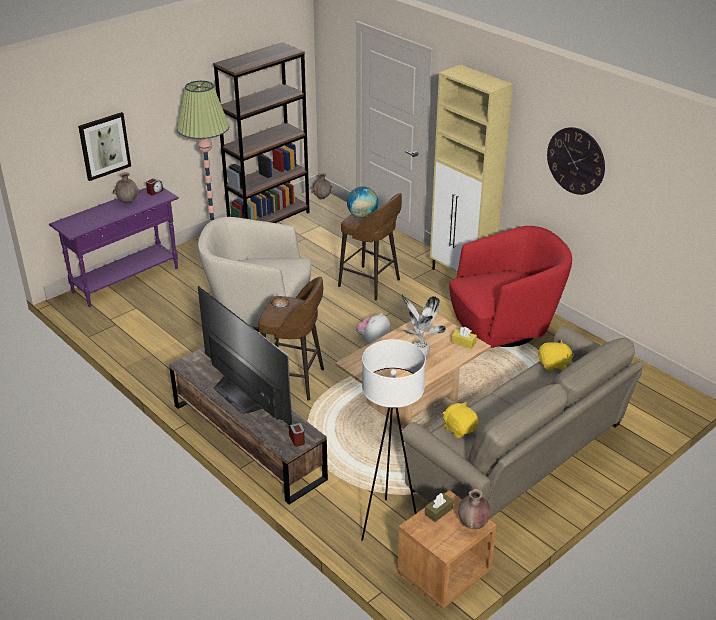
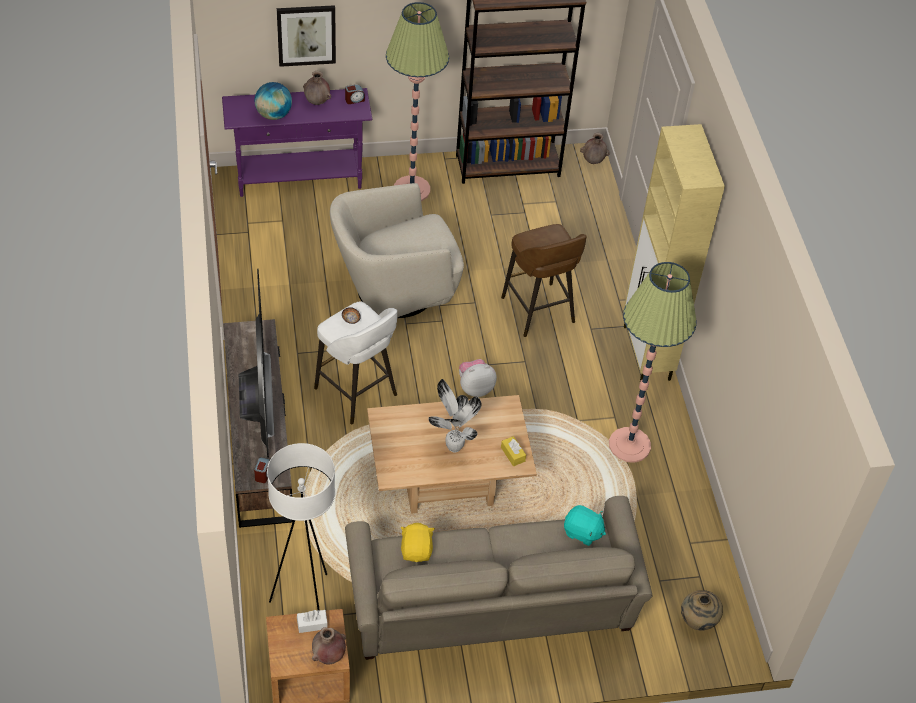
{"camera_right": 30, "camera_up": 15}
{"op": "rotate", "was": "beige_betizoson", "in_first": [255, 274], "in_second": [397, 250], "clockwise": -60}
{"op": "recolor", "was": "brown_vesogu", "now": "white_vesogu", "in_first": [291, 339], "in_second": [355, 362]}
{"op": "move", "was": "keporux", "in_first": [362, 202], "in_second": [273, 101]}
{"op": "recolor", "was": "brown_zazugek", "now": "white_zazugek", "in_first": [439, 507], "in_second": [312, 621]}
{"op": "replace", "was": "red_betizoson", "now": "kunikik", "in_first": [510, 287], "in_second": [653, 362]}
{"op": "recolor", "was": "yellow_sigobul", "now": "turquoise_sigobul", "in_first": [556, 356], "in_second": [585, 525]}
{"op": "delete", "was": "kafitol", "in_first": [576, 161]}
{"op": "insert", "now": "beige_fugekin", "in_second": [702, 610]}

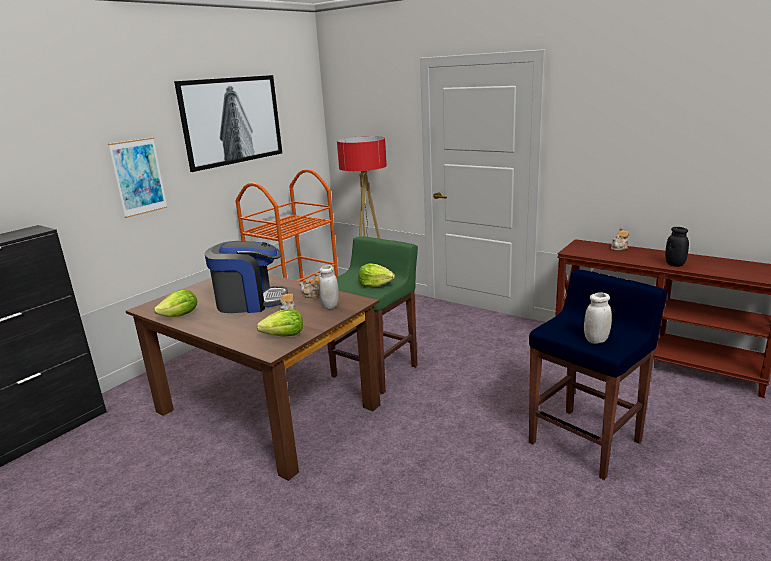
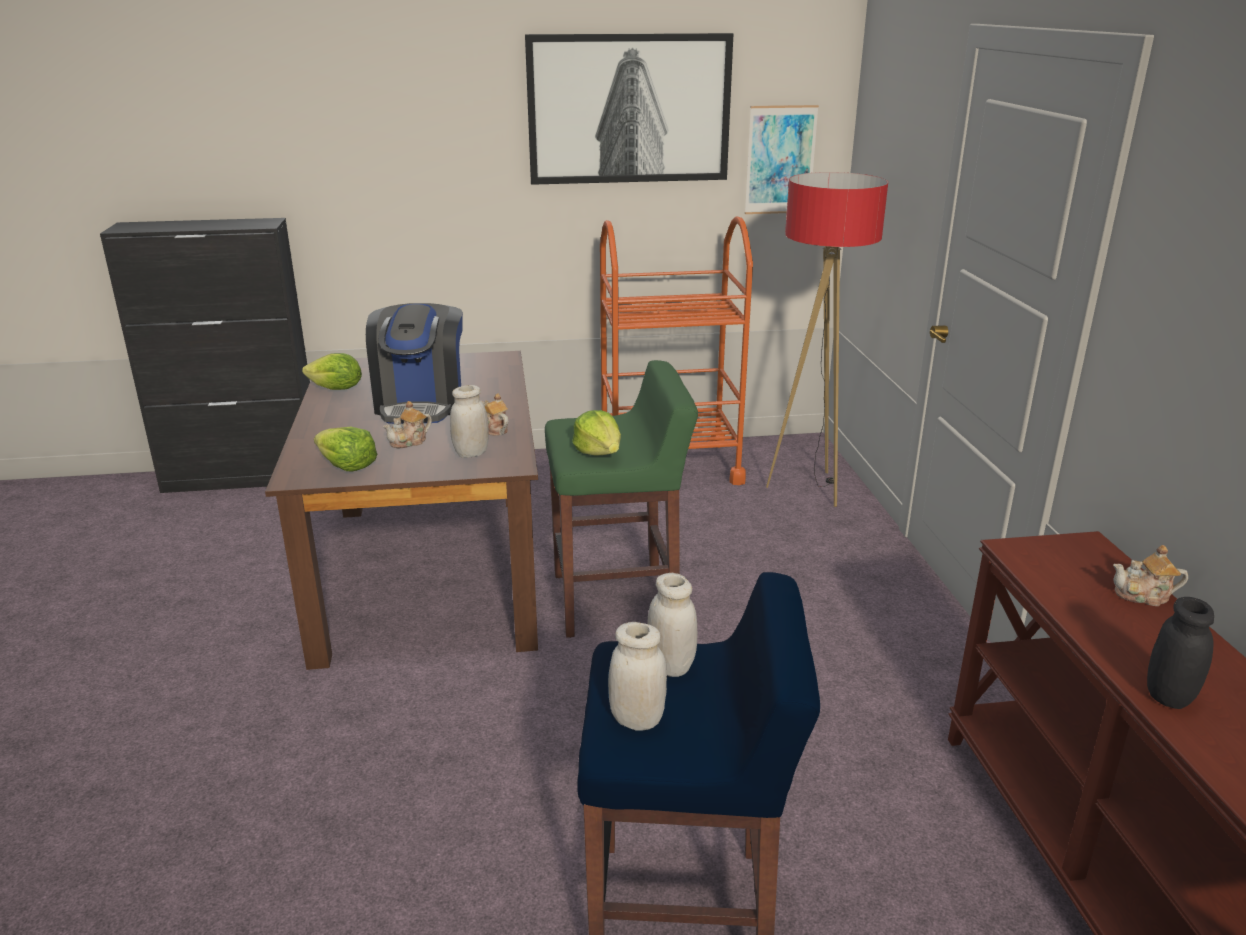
{"camera_right": 45, "camera_up": 5}
{"op": "move", "was": "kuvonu", "in_first": [138, 177], "in_second": [782, 159]}
{"op": "rotate", "was": "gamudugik", "in_first": [246, 277], "in_second": [414, 363], "clockwise": 45}
{"op": "insert", "now": "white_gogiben", "in_second": [672, 625]}

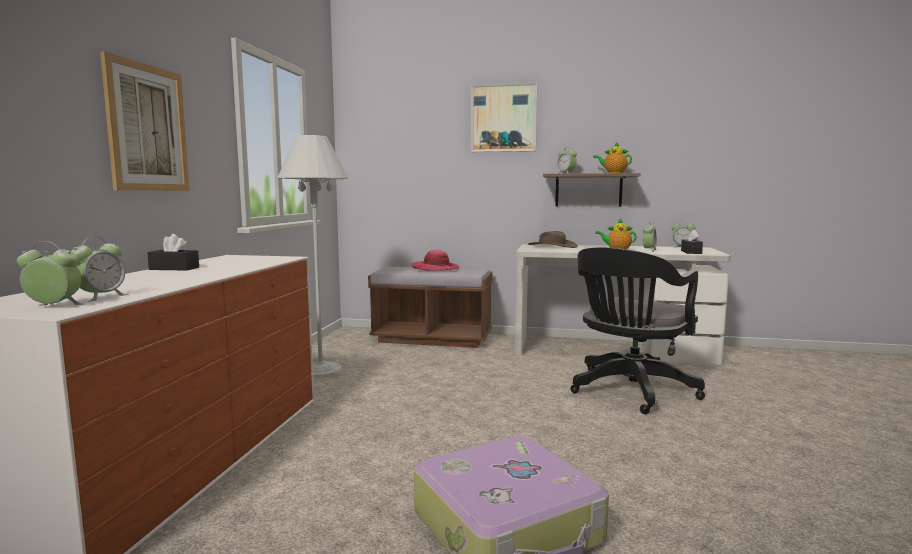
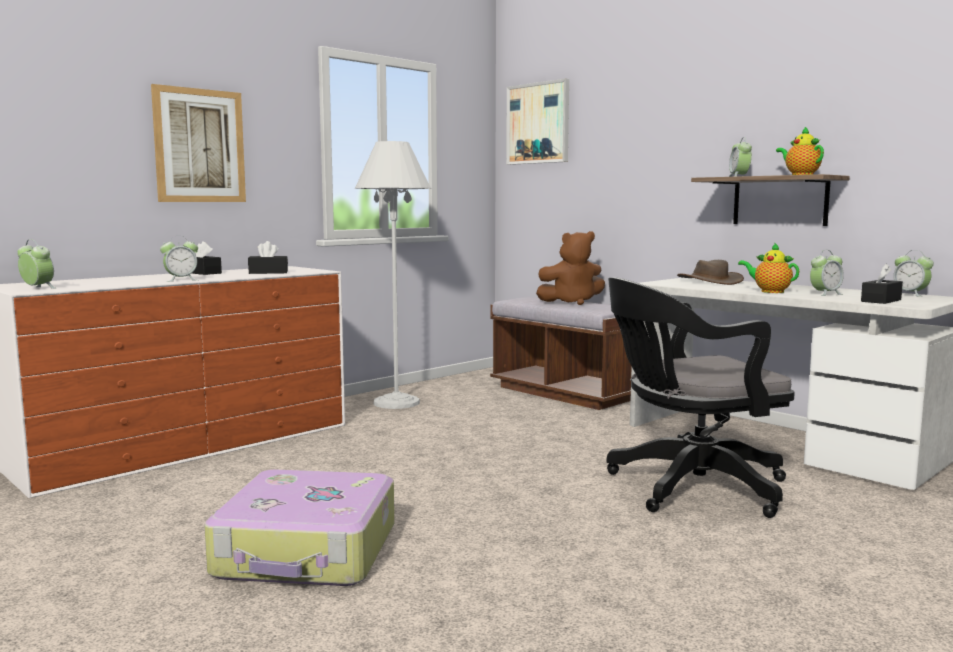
{"camera_right": 35, "camera_up": 0}
{"op": "move", "was": "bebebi", "in_first": [99, 269], "in_second": [179, 259]}
{"op": "replace", "was": "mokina", "now": "brown_sigobul", "in_first": [435, 260], "in_second": [570, 268]}
{"op": "move", "was": "kuvonu", "in_first": [504, 117], "in_second": [537, 121]}
{"op": "insert", "now": "black_zazugek", "in_second": [268, 257]}

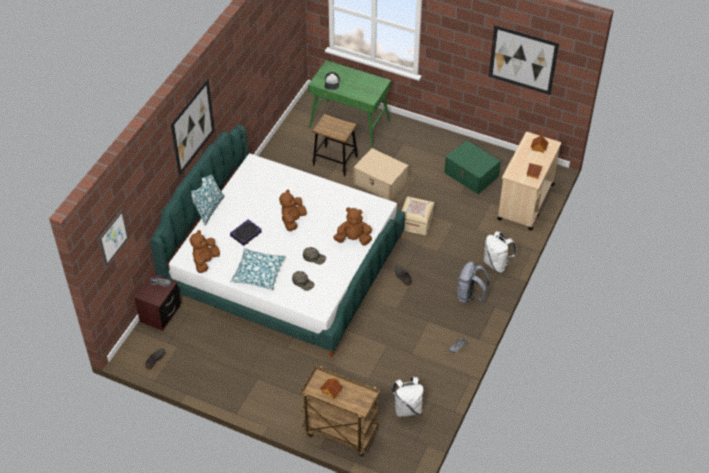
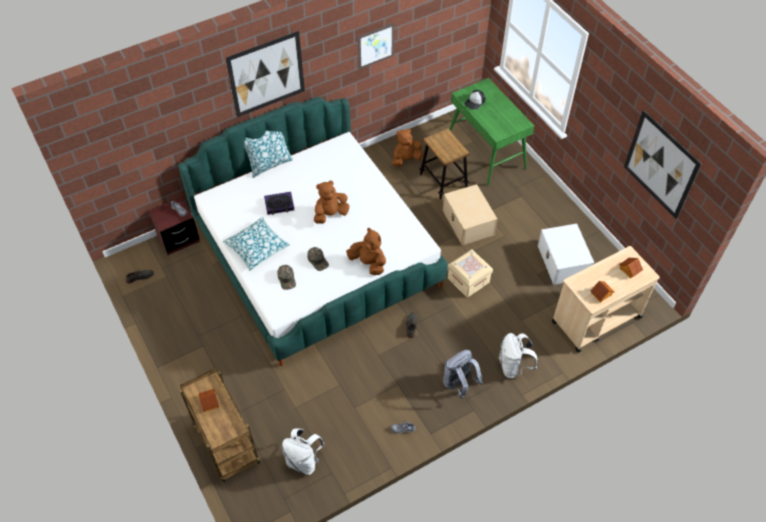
{"camera_right": 35, "camera_up": 5}
{"op": "move", "was": "kuvonu", "in_first": [114, 237], "in_second": [376, 46]}
{"op": "move", "was": "brown_sigobul", "in_first": [204, 251], "in_second": [407, 147]}
{"op": "recolor", "was": "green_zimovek", "now": "white_zimovek", "in_first": [472, 167], "in_second": [566, 254]}

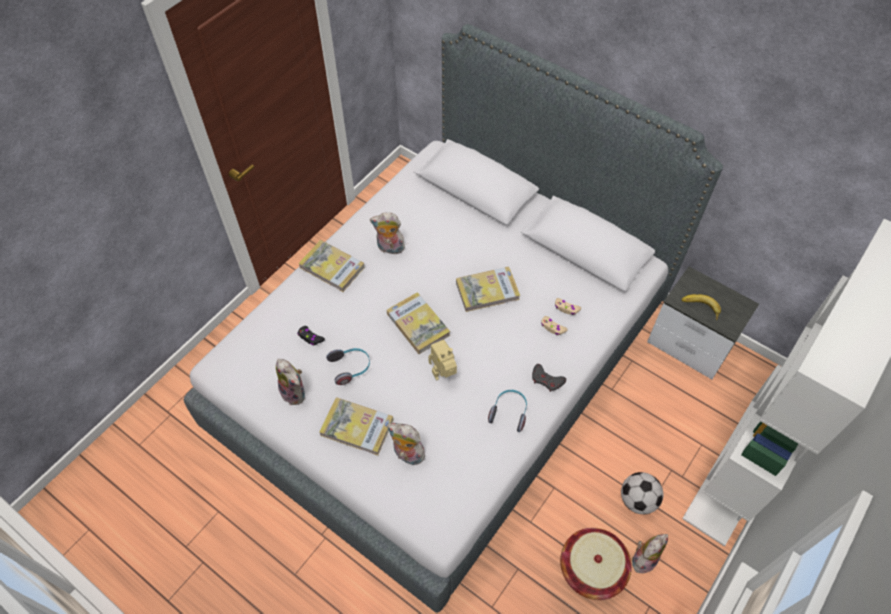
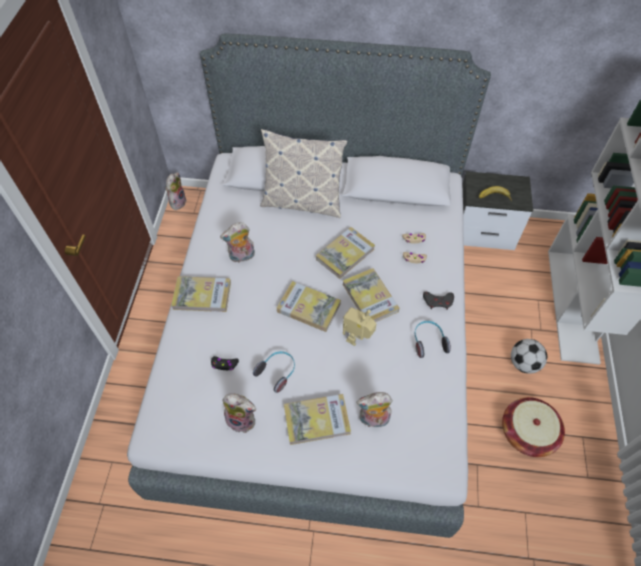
{"camera_right": -30, "camera_up": 0}
{"op": "move", "was": "sigobul", "in_first": [650, 554], "in_second": [176, 191]}
{"op": "insert", "now": "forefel", "in_second": [304, 173]}
{"op": "insert", "now": "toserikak", "in_second": [370, 295]}

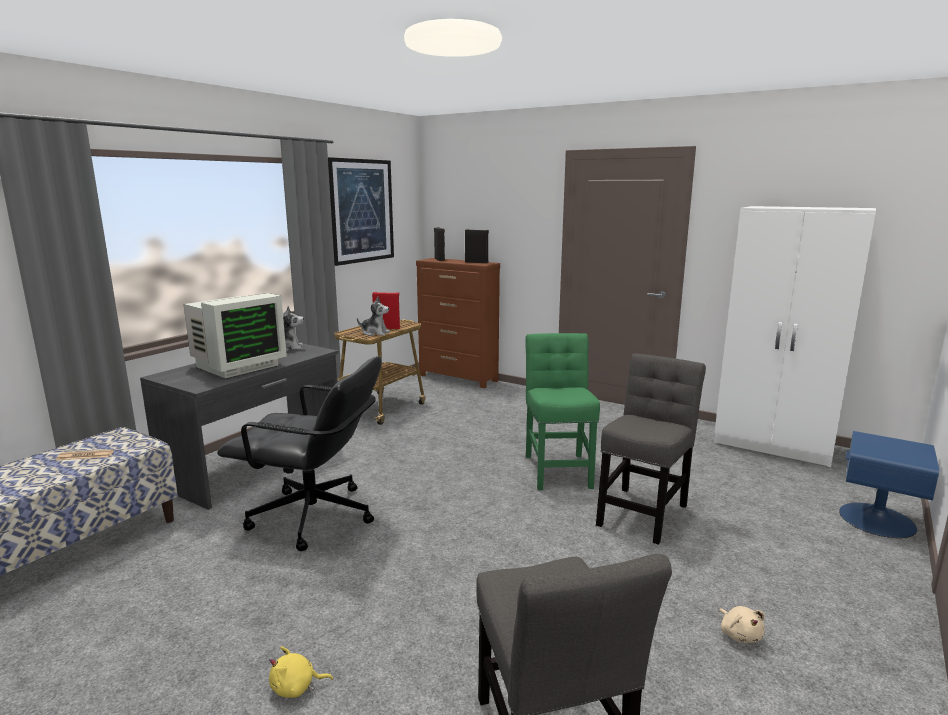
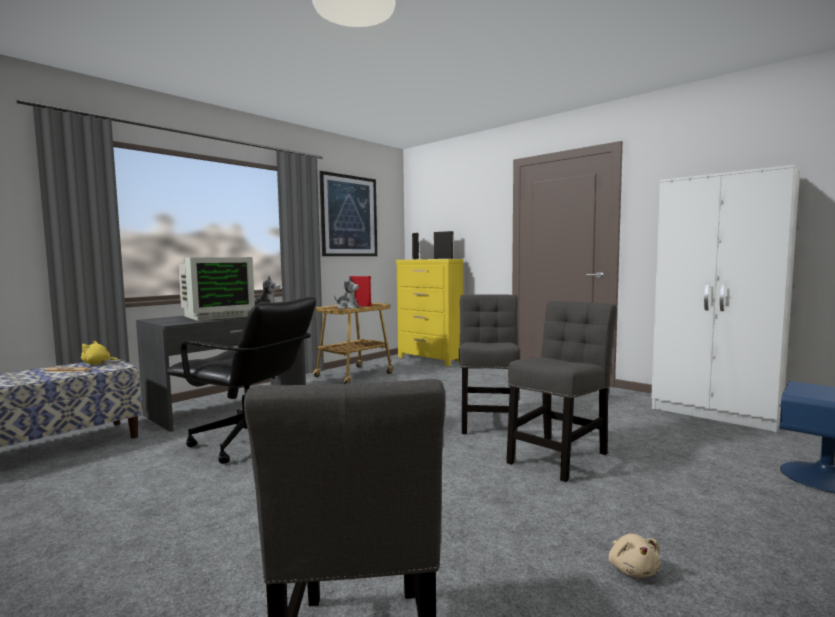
{"camera_right": 10, "camera_up": -10}
{"op": "move", "was": "yellow_sigobul", "in_first": [301, 672], "in_second": [99, 352]}
{"op": "recolor", "was": "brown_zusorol", "now": "yellow_zusorol", "in_first": [458, 323], "in_second": [429, 312]}
{"op": "recolor", "was": "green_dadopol", "now": "grey_dadopol", "in_first": [562, 411], "in_second": [489, 364]}

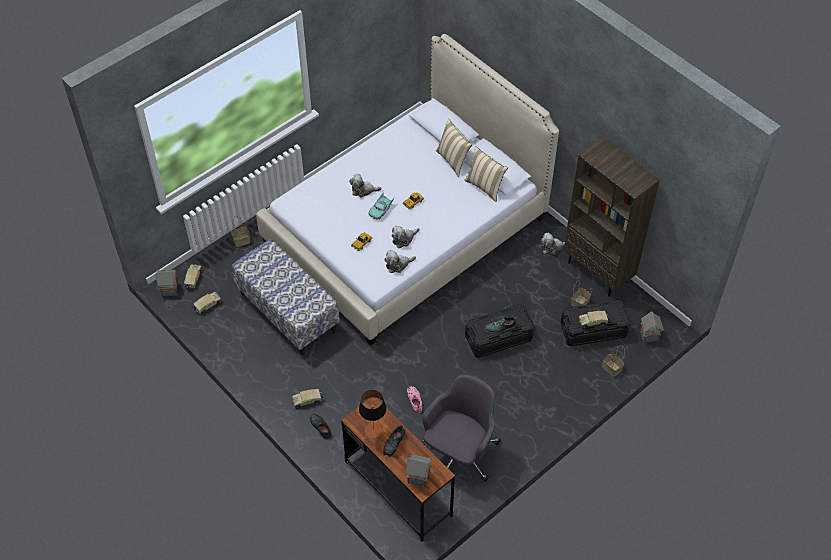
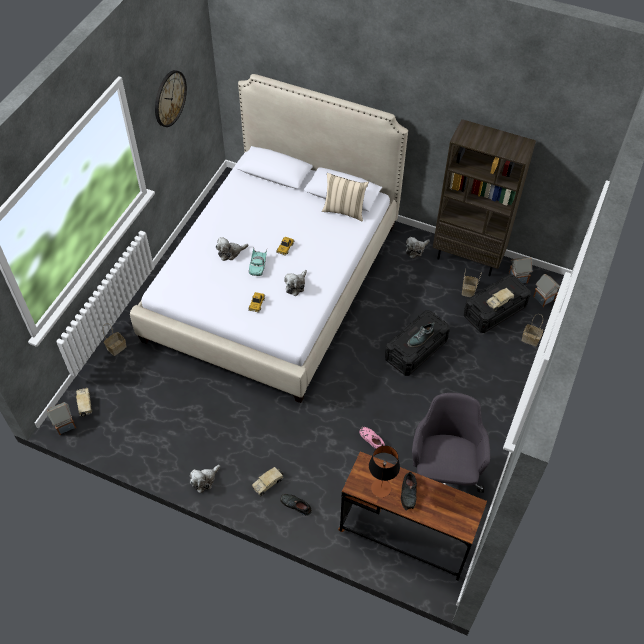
{"camera_right": -25, "camera_up": 0}
{"op": "delete", "was": "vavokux", "in_first": [207, 303]}
{"op": "delete", "was": "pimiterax", "in_first": [286, 297]}
{"op": "move", "was": "sigobul", "in_first": [400, 261], "in_second": [205, 479]}
{"op": "move", "was": "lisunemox", "in_first": [419, 471], "in_second": [521, 270]}
{"op": "delete", "was": "beige_forefel", "in_first": [454, 148]}
{"op": "insert", "now": "kafitol", "in_second": [171, 98]}

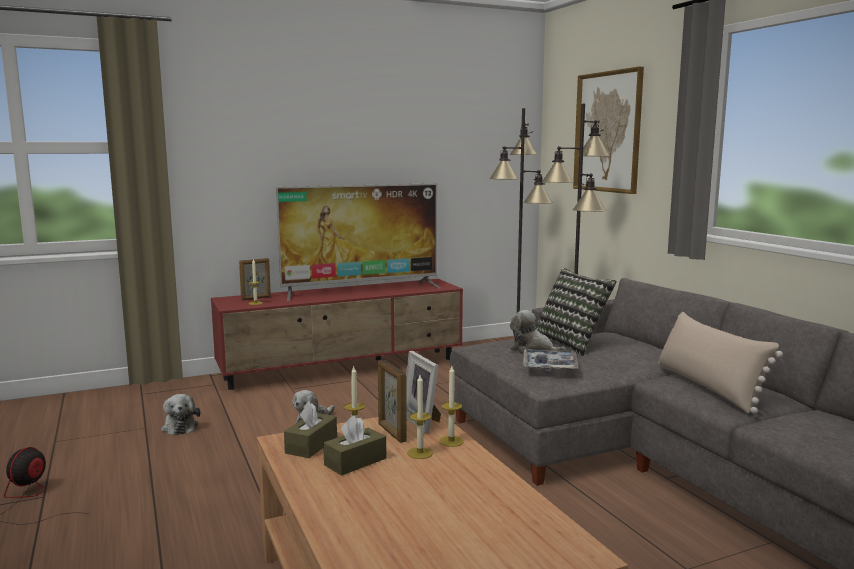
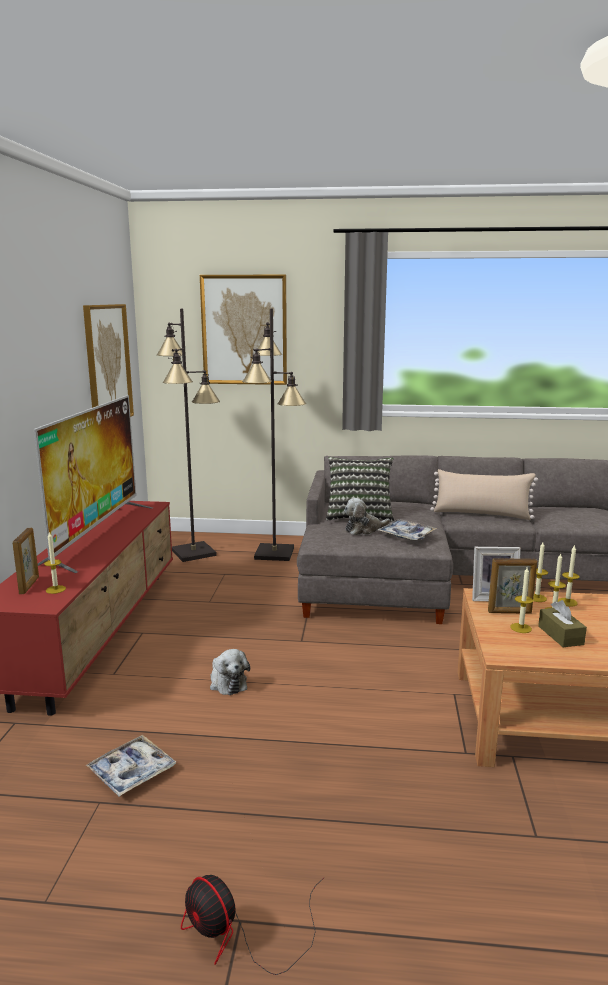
{"camera_right": -60, "camera_up": 5}
{"op": "replace", "was": "sigobul", "now": "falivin", "in_first": [180, 414], "in_second": [131, 765]}
{"op": "delete", "was": "brown_zazugek", "in_first": [310, 430]}
{"op": "insert", "now": "kuvonu", "in_second": [108, 360]}
{"op": "insert", "now": "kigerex", "in_second": [568, 575]}

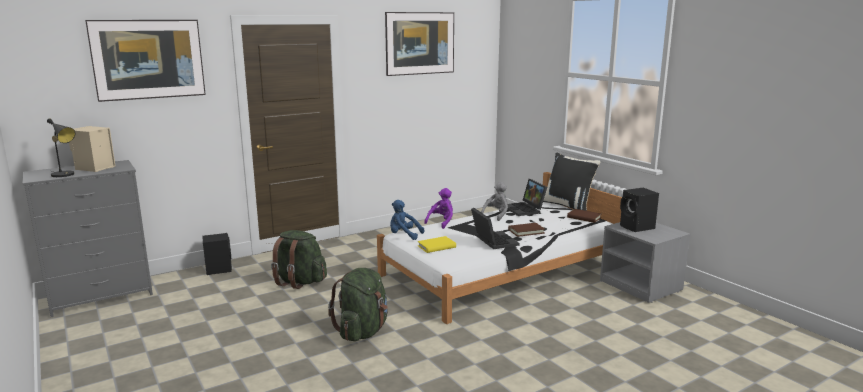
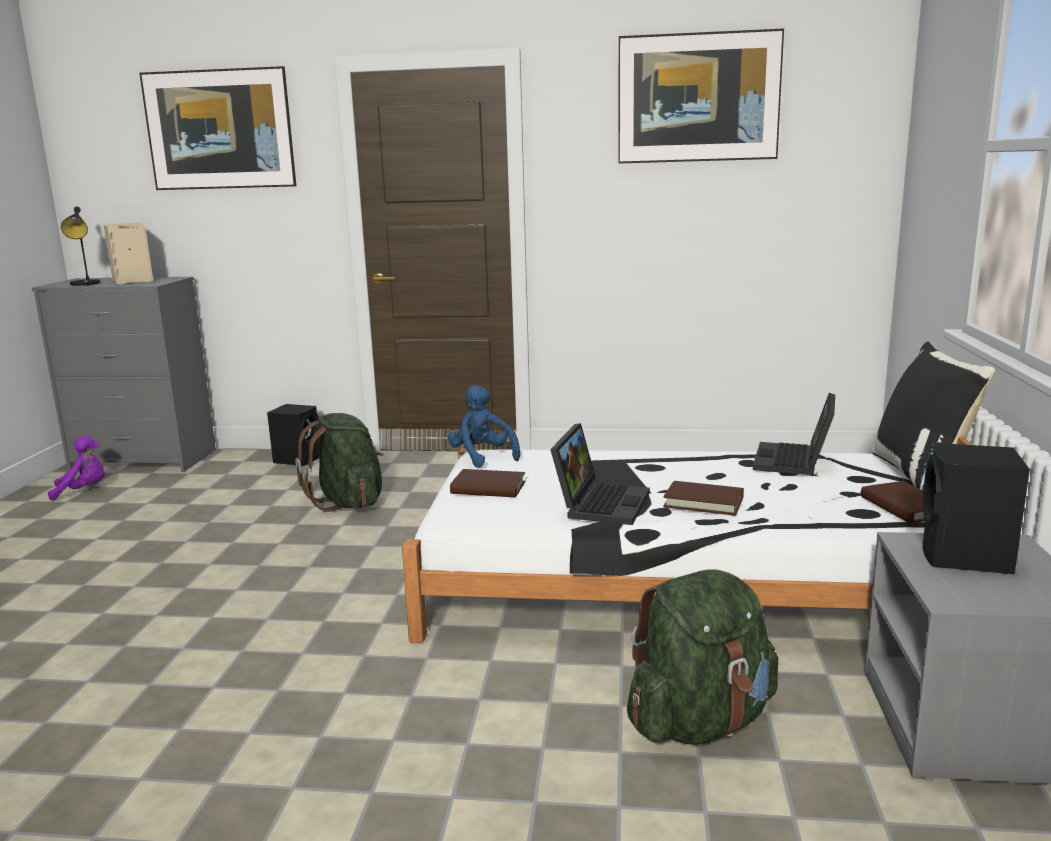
{"camera_right": 40, "camera_up": 0}
{"op": "move", "was": "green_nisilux", "in_first": [358, 304], "in_second": [702, 657]}
{"op": "recolor", "was": "yellow_toserikak", "now": "brown_toserikak", "in_first": [437, 244], "in_second": [488, 483]}
{"op": "move", "was": "purple_sigobul", "in_first": [438, 208], "in_second": [76, 468]}
{"op": "delete", "was": "grey_sigobul", "in_first": [494, 201]}

